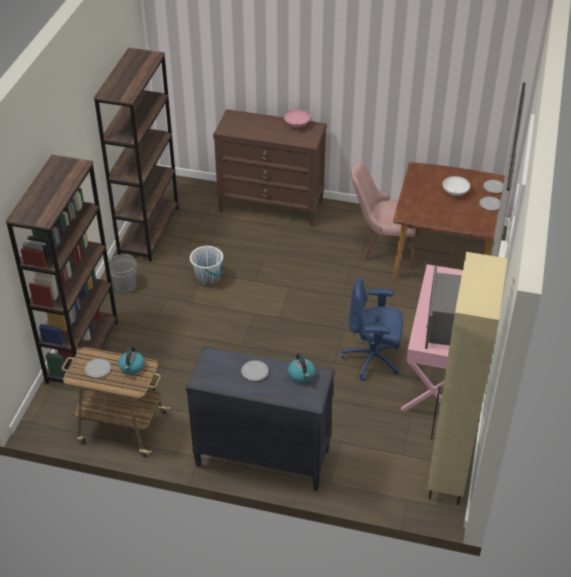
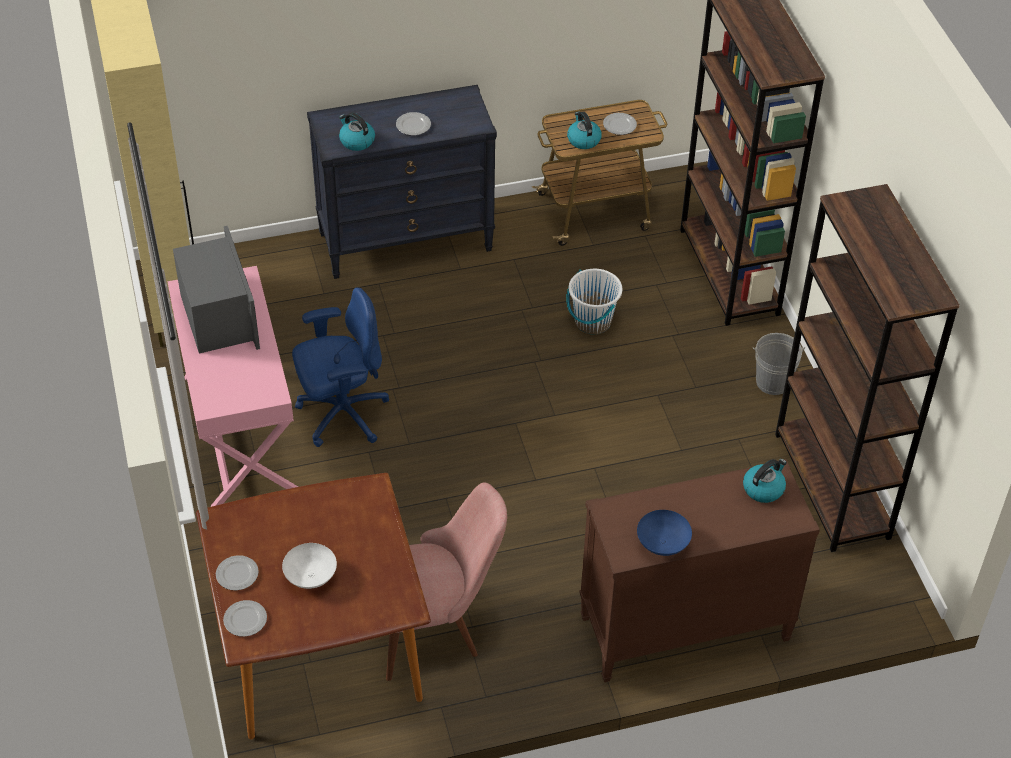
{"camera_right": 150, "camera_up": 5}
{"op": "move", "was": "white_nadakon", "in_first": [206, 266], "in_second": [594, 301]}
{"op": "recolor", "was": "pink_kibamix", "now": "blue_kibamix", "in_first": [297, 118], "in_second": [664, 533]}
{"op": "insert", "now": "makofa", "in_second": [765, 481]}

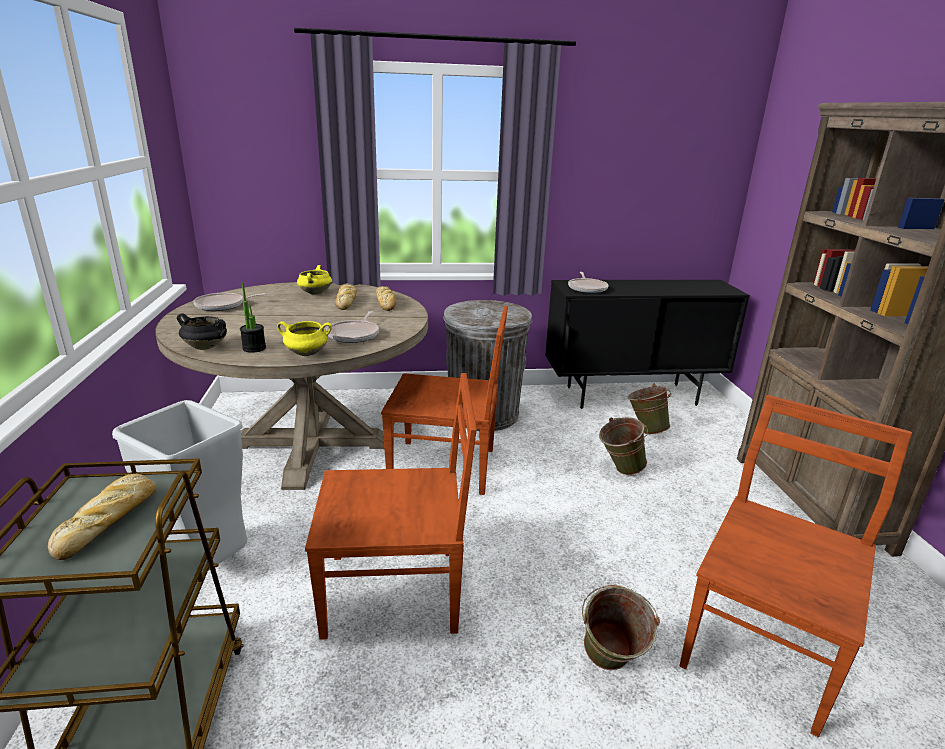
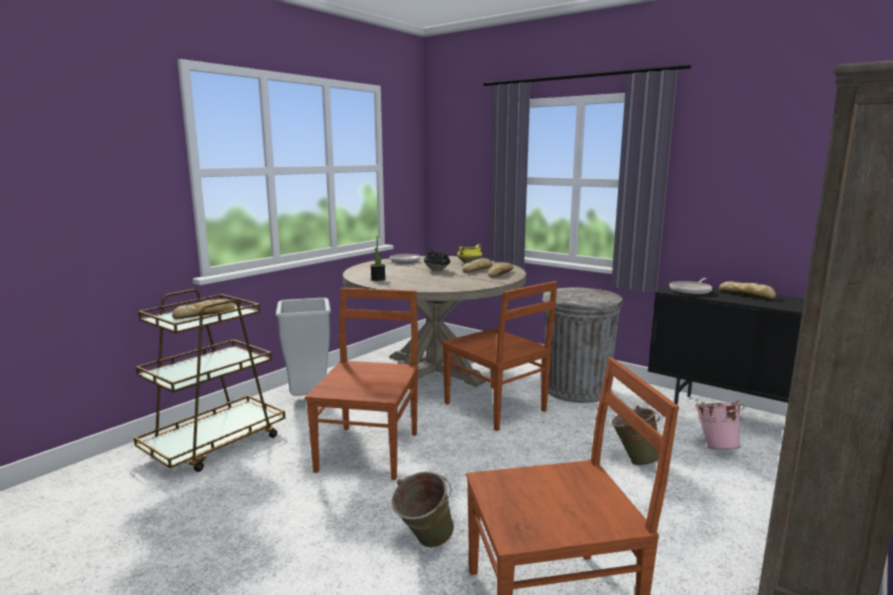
{"camera_right": 45, "camera_up": -10}
{"op": "move", "was": "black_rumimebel", "in_first": [202, 331], "in_second": [437, 260]}
{"op": "delete", "was": "yellow_rumimebel", "in_first": [304, 338]}
{"op": "rotate", "was": "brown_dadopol", "in_first": [391, 506], "in_second": [362, 384], "clockwise": -120}
{"op": "delete", "was": "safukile", "in_first": [352, 327]}
{"op": "recolor", "was": "green_nadakon", "now": "pink_nadakon", "in_first": [649, 409], "in_second": [720, 425]}
{"op": "insert", "now": "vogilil", "in_second": [747, 290]}

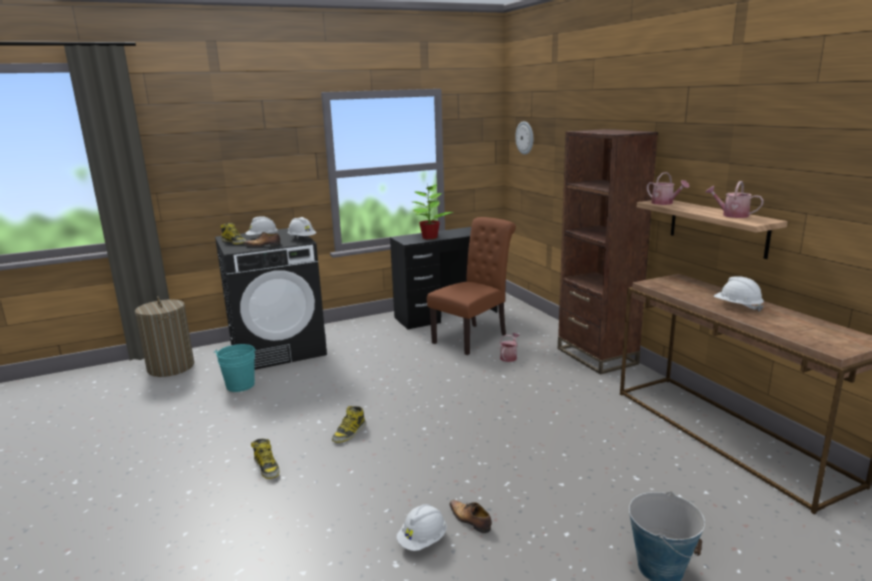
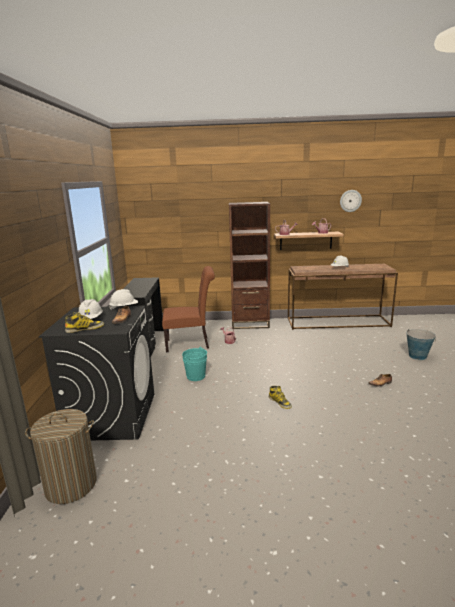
{"camera_right": -65, "camera_up": 0}
{"op": "move", "was": "turquoise_nadakon", "in_first": [235, 368], "in_second": [194, 364]}
{"op": "delete", "was": "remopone", "in_first": [265, 459]}
{"op": "delete", "was": "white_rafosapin", "in_first": [422, 527]}
{"op": "delete", "was": "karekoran", "in_first": [433, 211]}
{"op": "rotate", "was": "brown_dadopol", "in_first": [471, 286], "in_second": [188, 309], "clockwise": 105}
{"op": "move", "was": "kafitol", "in_first": [524, 138], "in_second": [351, 201]}

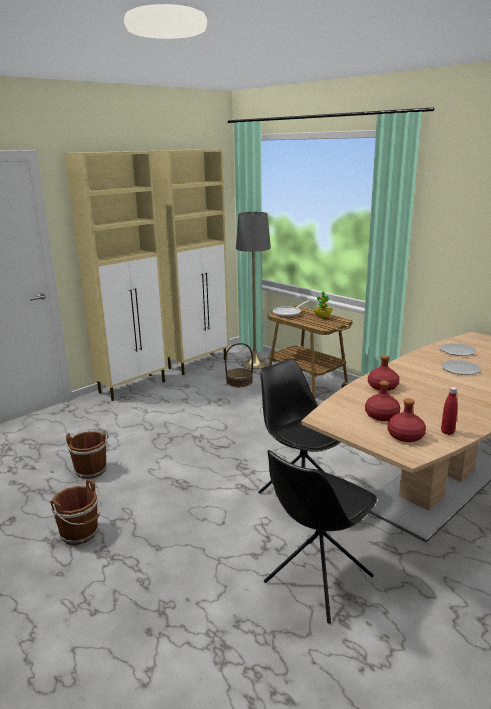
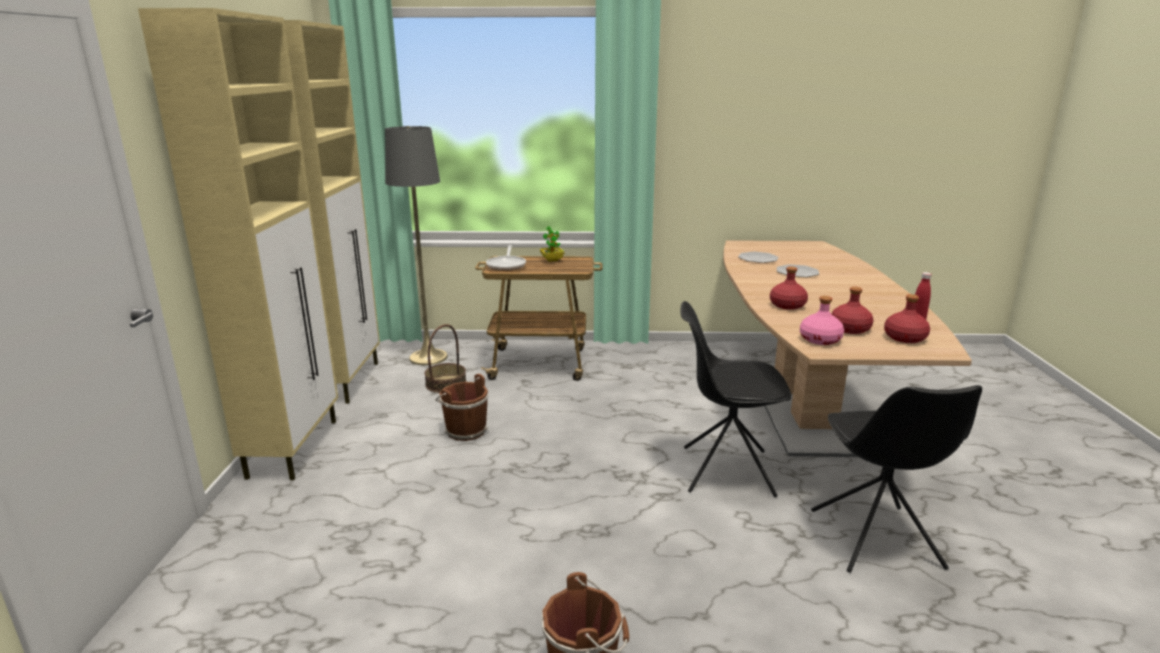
{"camera_right": -45, "camera_up": 0}
{"op": "move", "was": "brown_nadakon", "in_first": [86, 455], "in_second": [462, 407]}
{"op": "insert", "now": "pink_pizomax", "in_second": [822, 320]}

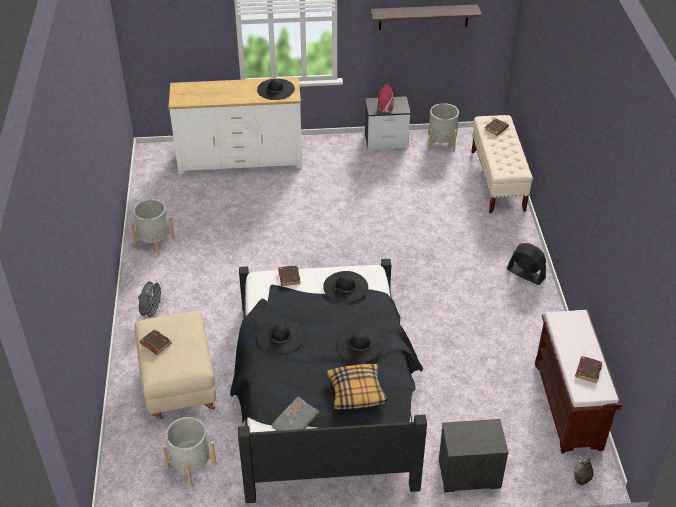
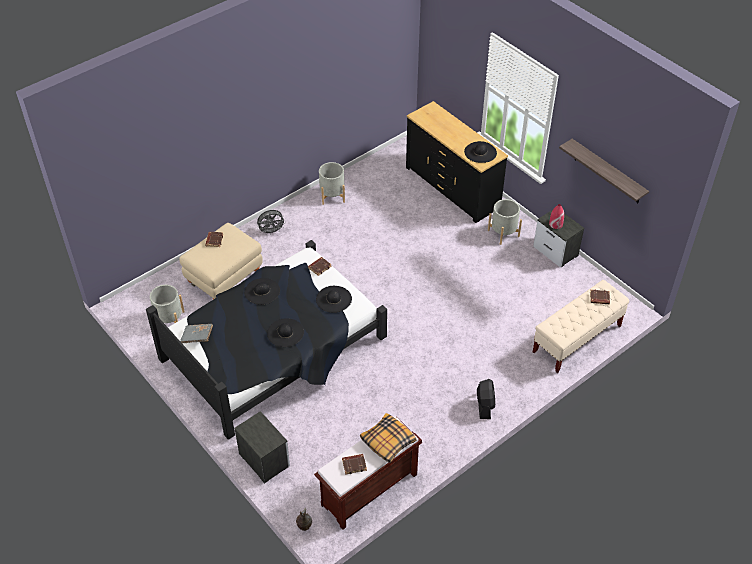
{"camera_right": 55, "camera_up": 5}
{"op": "recolor", "was": "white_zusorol", "now": "black_zusorol", "in_first": [235, 125], "in_second": [457, 162]}
{"op": "move", "was": "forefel", "in_first": [357, 387], "in_second": [388, 438]}
{"op": "move", "was": "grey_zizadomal", "in_first": [443, 127], "in_second": [505, 222]}

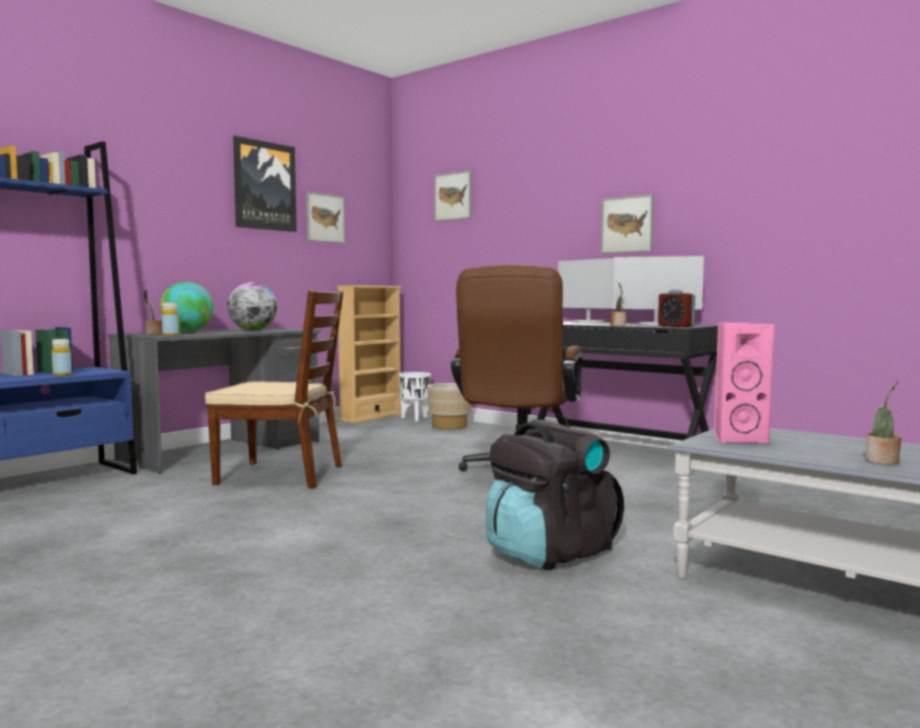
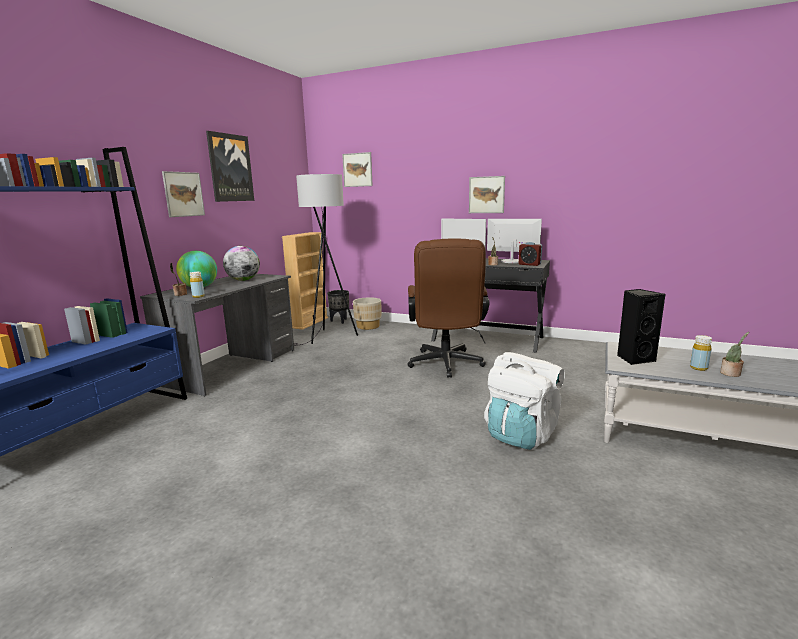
{"camera_right": -15, "camera_up": 10}
{"op": "move", "was": "yellow_pizomax", "in_first": [62, 357], "in_second": [701, 353]}
{"op": "delete", "was": "brown_dadopol", "in_first": [274, 390]}
{"op": "move", "was": "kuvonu", "in_first": [325, 218], "in_second": [183, 194]}
{"op": "recolor", "was": "white_zizadomal", "now": "black_zizadomal", "in_first": [415, 396], "in_second": [338, 307]}
{"op": "recolor", "was": "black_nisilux", "now": "white_nisilux", "in_first": [555, 494], "in_second": [524, 401]}
{"op": "rotate", "was": "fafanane", "in_first": [658, 290], "in_second": [514, 241], "clockwise": -150}
{"op": "recolor", "was": "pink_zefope", "now": "black_zefope", "in_first": [744, 383], "in_second": [641, 327]}
{"op": "insert", "now": "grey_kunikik", "in_second": [326, 260]}

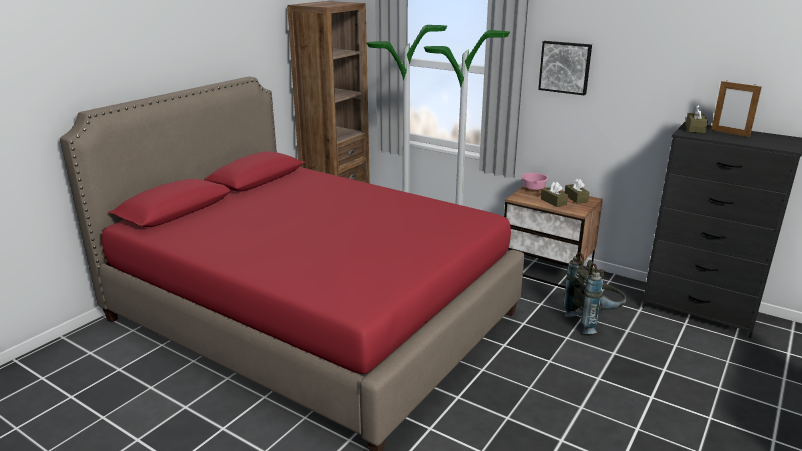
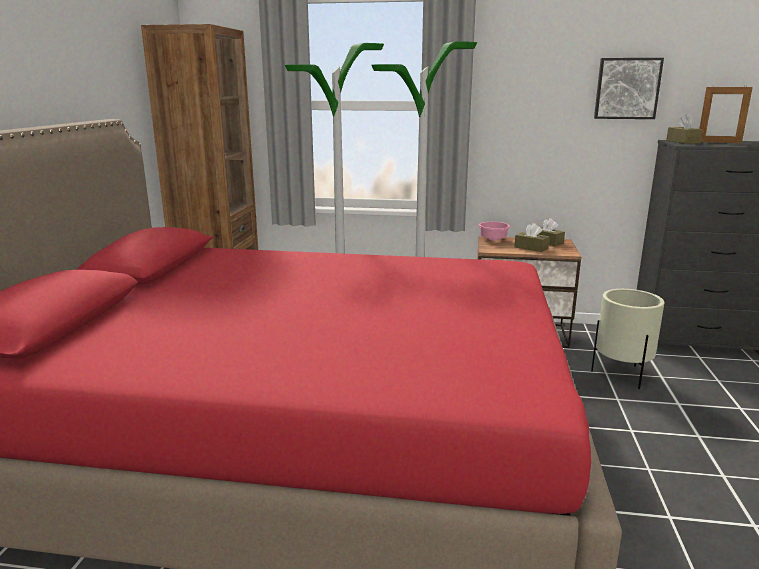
{"camera_right": -25, "camera_up": -5}
{"op": "move", "was": "kuvonu", "in_first": [565, 68], "in_second": [629, 88]}
{"op": "replace", "was": "grey_nisilux", "now": "beige_zizadomal", "in_first": [594, 293], "in_second": [627, 339]}

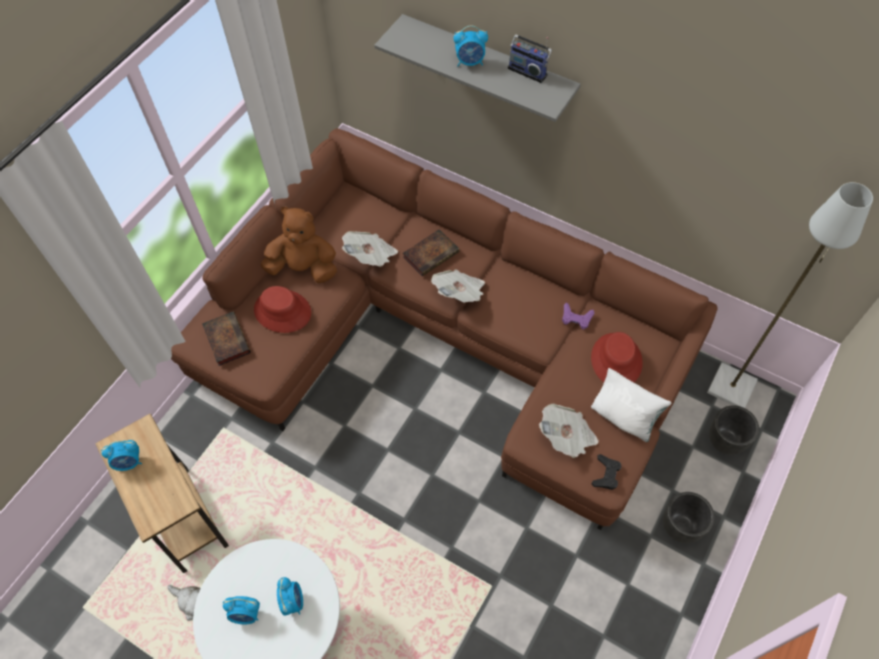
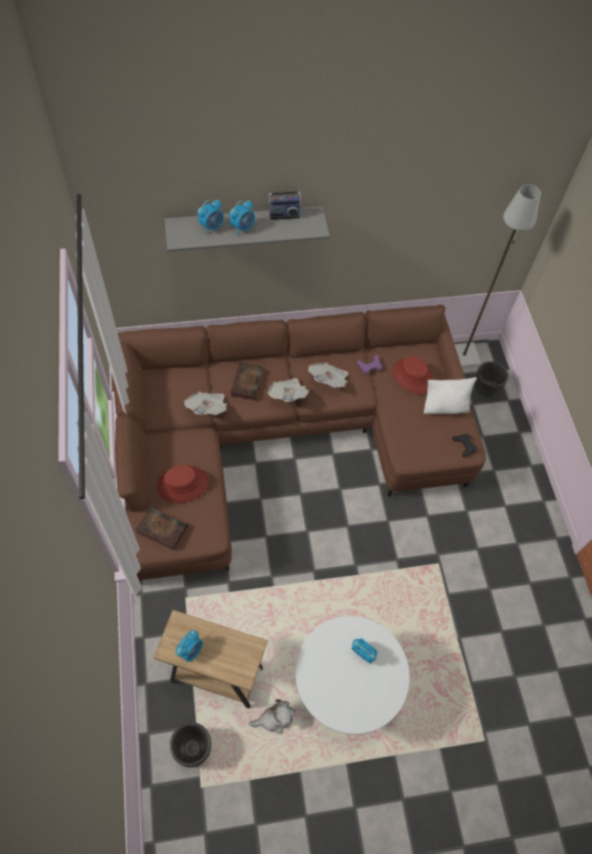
{"camera_right": -45, "camera_up": 0}
{"op": "move", "was": "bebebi", "in_first": [241, 610], "in_second": [210, 217]}
{"op": "delete", "was": "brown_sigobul", "in_first": [299, 244]}
{"op": "move", "was": "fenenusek", "in_first": [568, 431], "in_second": [328, 375]}
{"op": "move", "was": "black_zizadomal", "in_first": [688, 517], "in_second": [190, 745]}

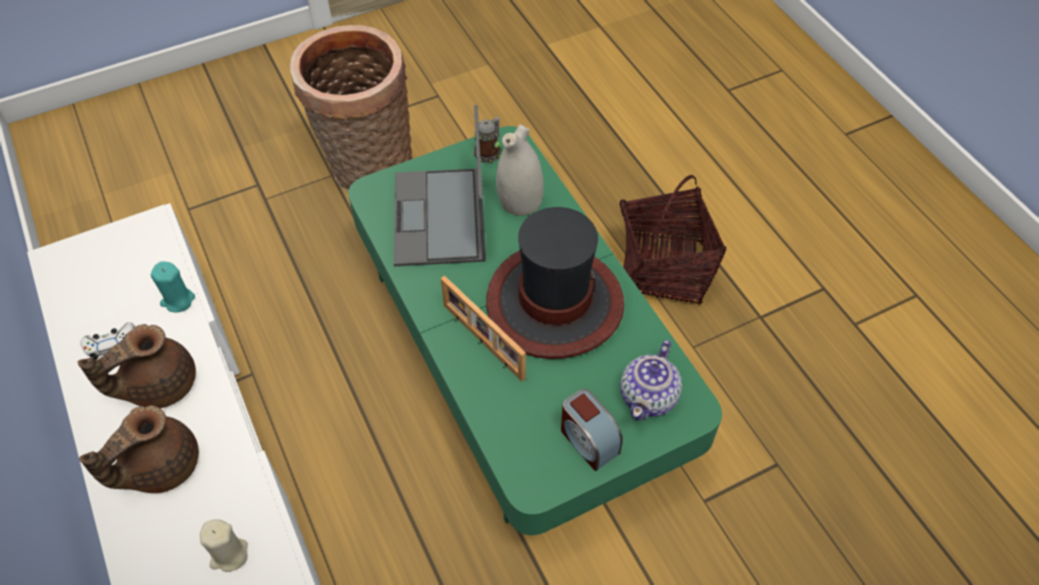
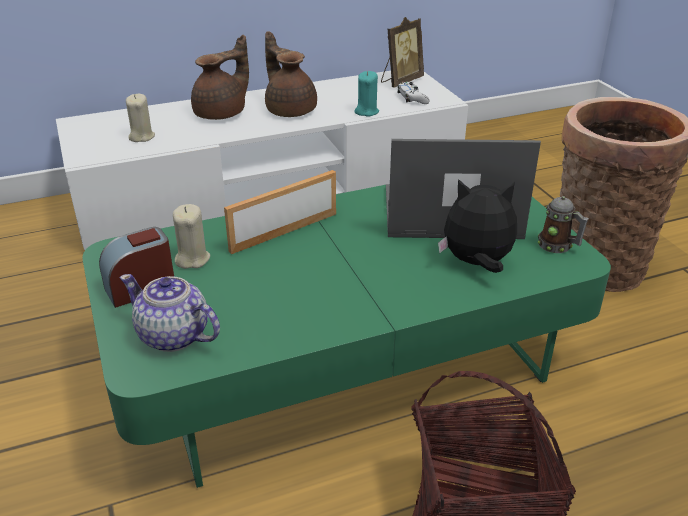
{"camera_right": 95, "camera_up": -20}
{"op": "rotate", "was": "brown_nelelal", "in_first": [139, 449], "in_second": [220, 77], "clockwise": 90}
{"op": "move", "was": "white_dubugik", "in_first": [107, 341], "in_second": [413, 93]}
{"op": "delete", "was": "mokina", "in_first": [555, 283]}
{"op": "replace", "was": "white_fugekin", "now": "sigobul", "in_first": [520, 170], "in_second": [477, 226]}
{"op": "insert", "now": "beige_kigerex", "in_second": [191, 236]}
{"op": "insert", "now": "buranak", "in_second": [402, 52]}

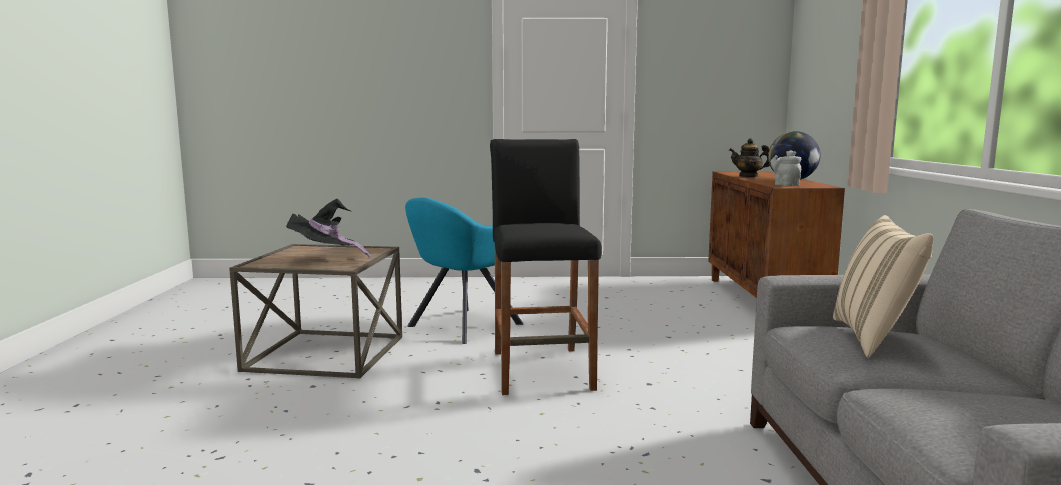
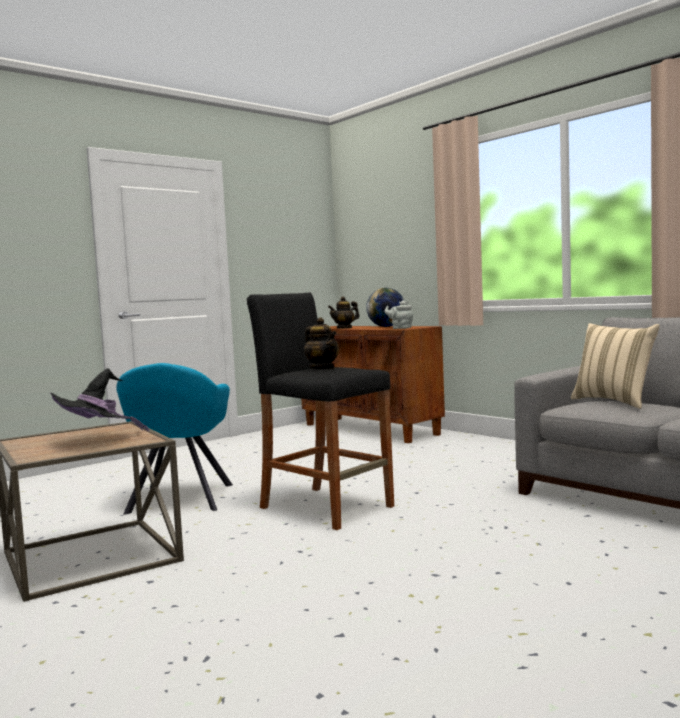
{"camera_right": -40, "camera_up": -5}
{"op": "insert", "now": "nelelal", "in_second": [321, 343]}

